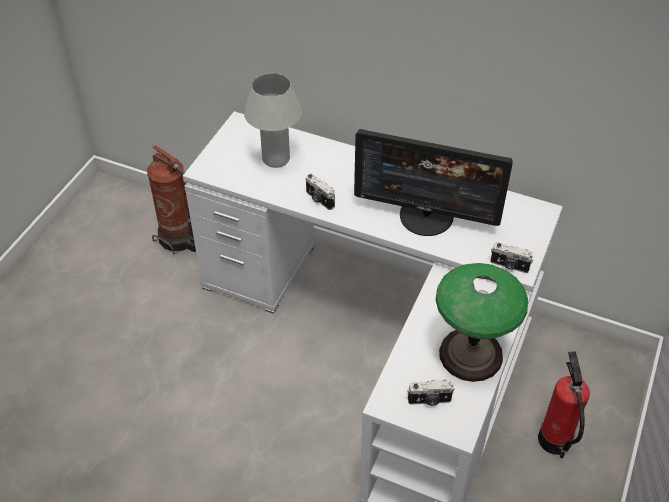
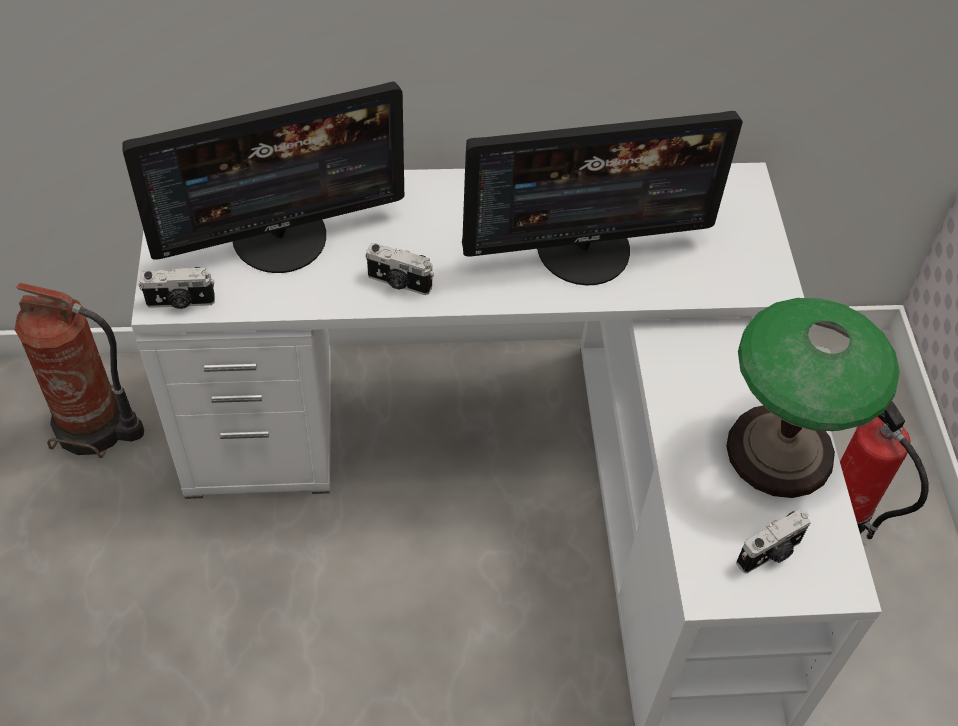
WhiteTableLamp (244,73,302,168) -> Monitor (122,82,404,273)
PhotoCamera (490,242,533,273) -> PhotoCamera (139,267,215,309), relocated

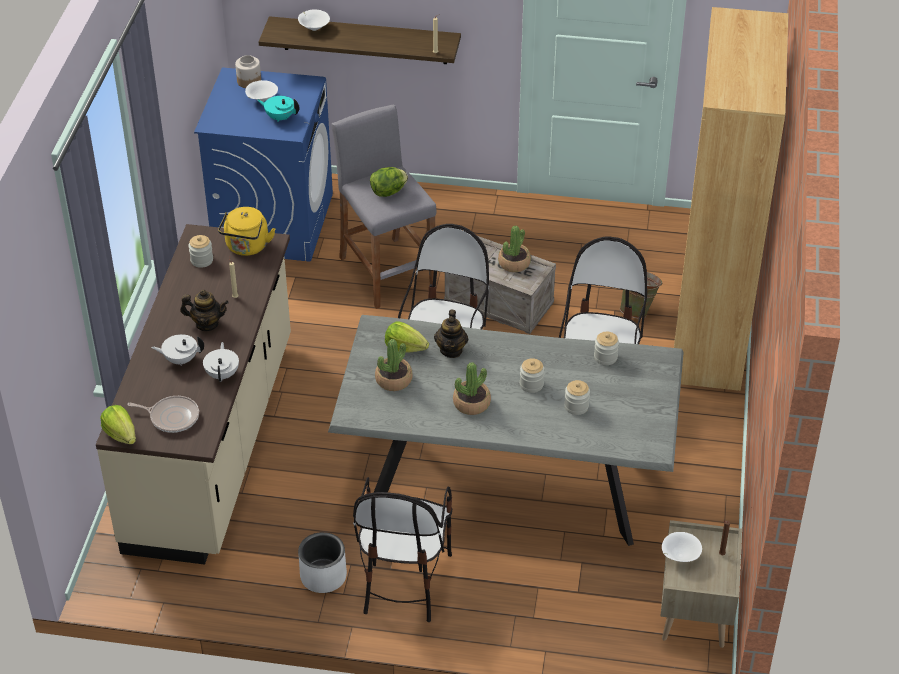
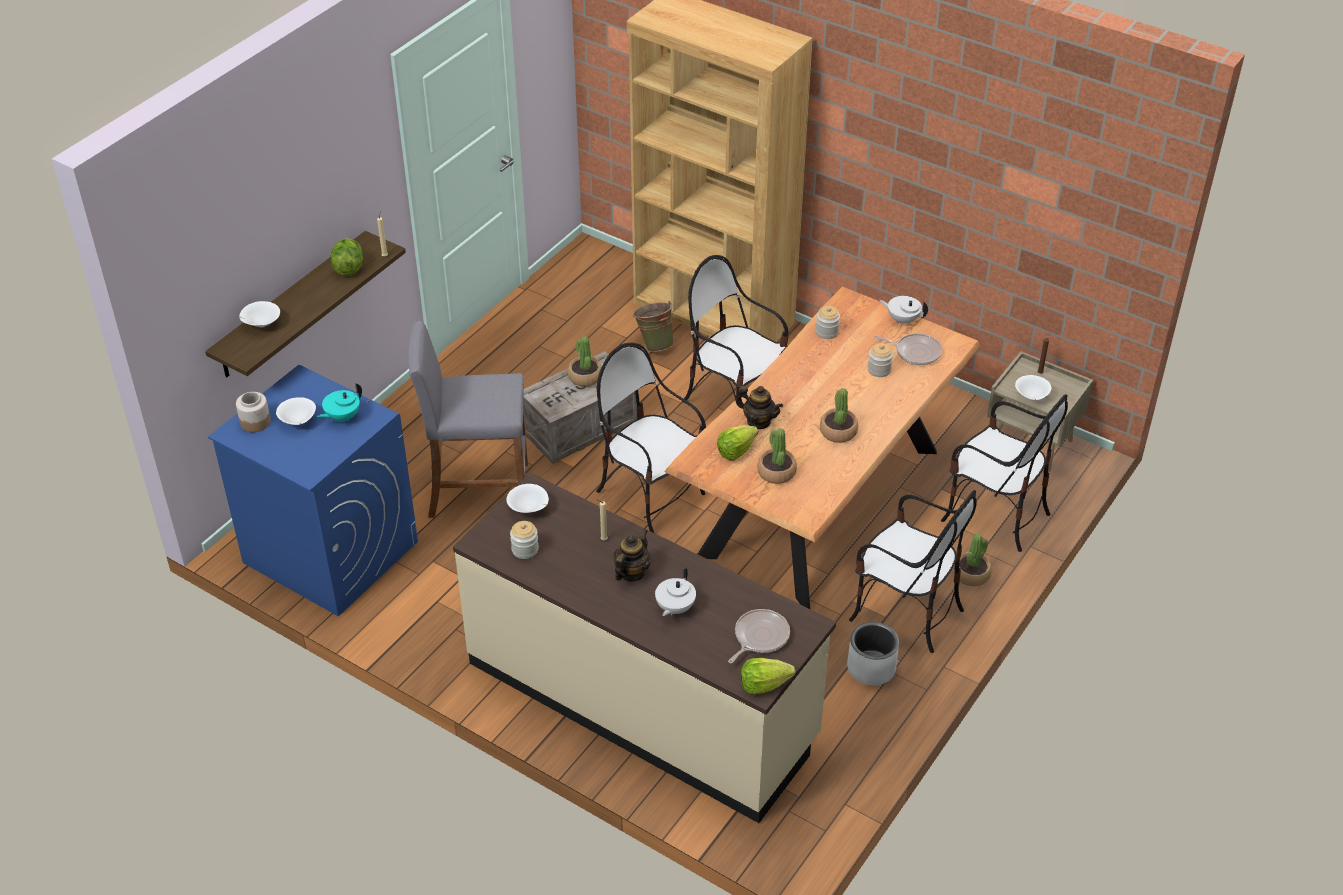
Lettuce (370,167,408,197) -> Lettuce (330,238,363,276), relocated
YellowKettle (218,207,275,256) -> WhiteBowl (506,484,549,513)
GreyDiningTable (328,315,684,546) -> BrownDiningTable (664,287,981,609)
none -> FryingPan (874,333,942,365)
WhiteTeapot (203,342,239,382) -> WhiteTeapot (880,296,928,325), relocated
none -> Chair (941,394,1068,552)
none -> PottedPlant (954,534,992,586)
Jar (520,358,545,393) -> none

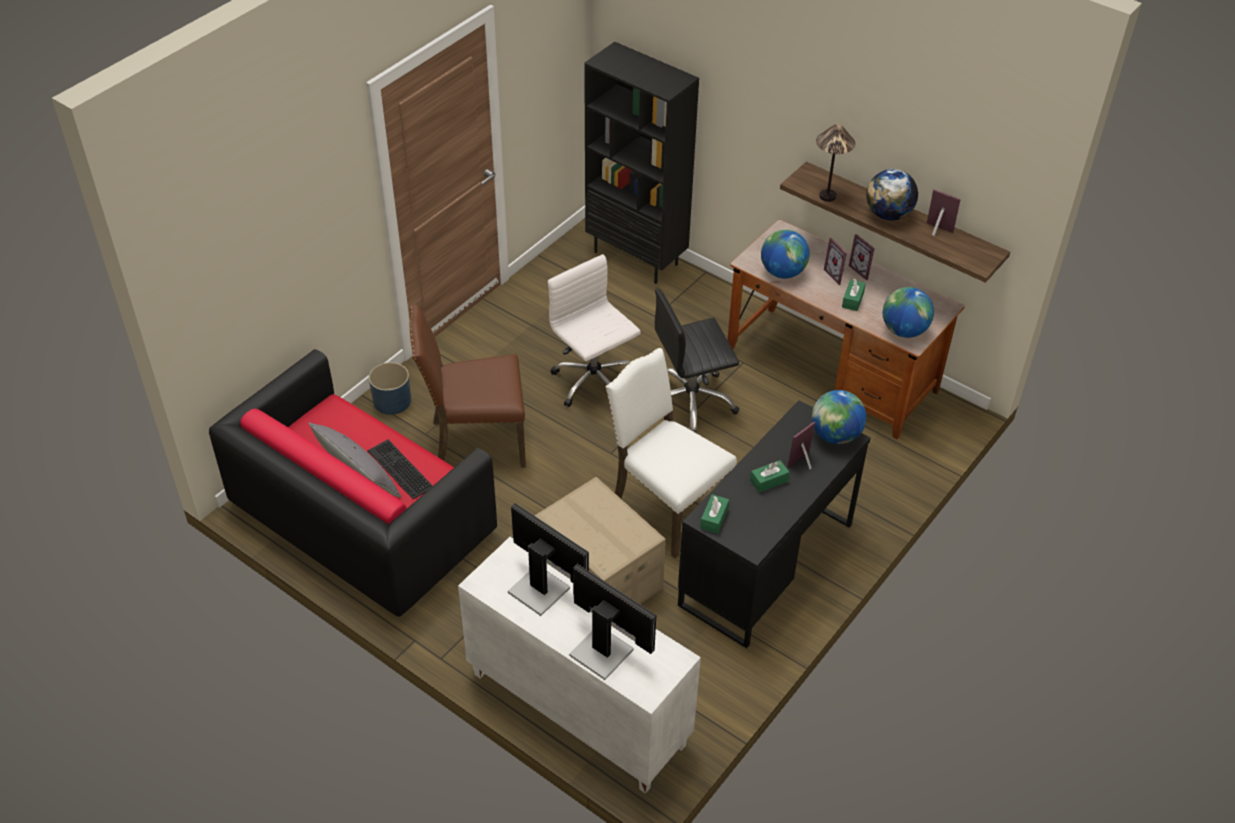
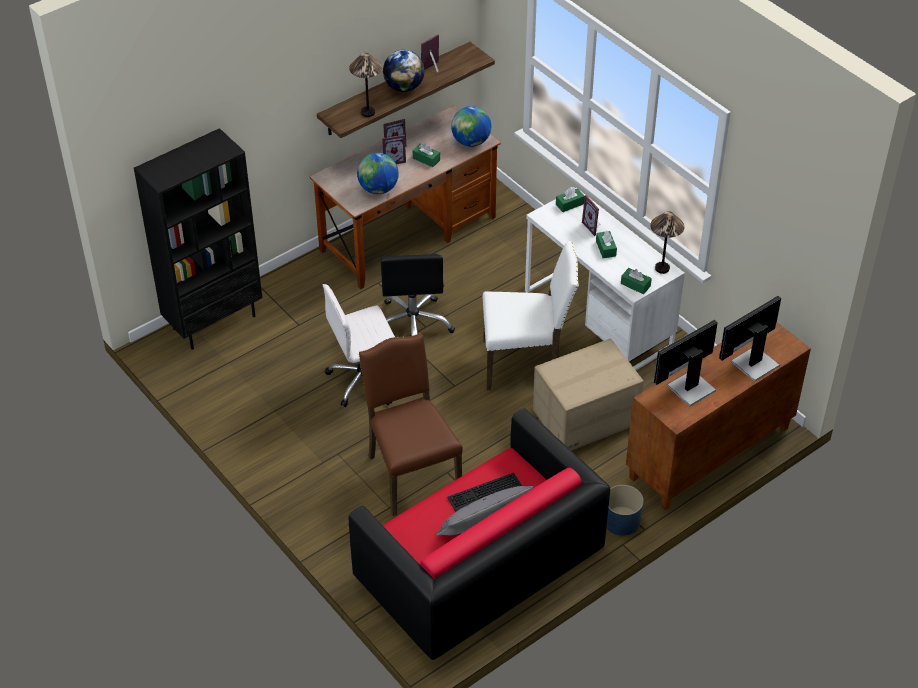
BrownChair (410,305,526,468) -> BrownChair (359,333,463,516), 150 degrees clockwise
WhiteChair (605,348,737,558) -> WhiteChair (483,241,579,390), 150 degrees counterclockwise
BlackDesk (678,400,871,648) -> WhiteDesk (525,188,685,370)
Globe (812,390,866,444) -> GreenTissueBox (556,187,585,212)
BluePlanter (369,362,411,415) -> BluePlanter (606,485,644,536), relocated
WhiteCabinet (458,537,701,794) -> BrownCabinet (626,322,811,510)
none -> TableLamp (650,211,685,274)

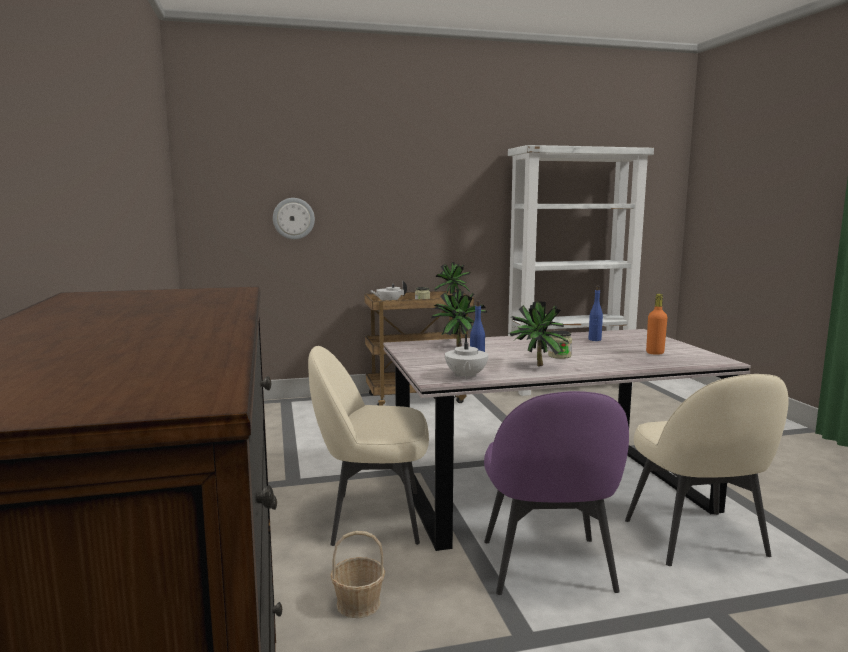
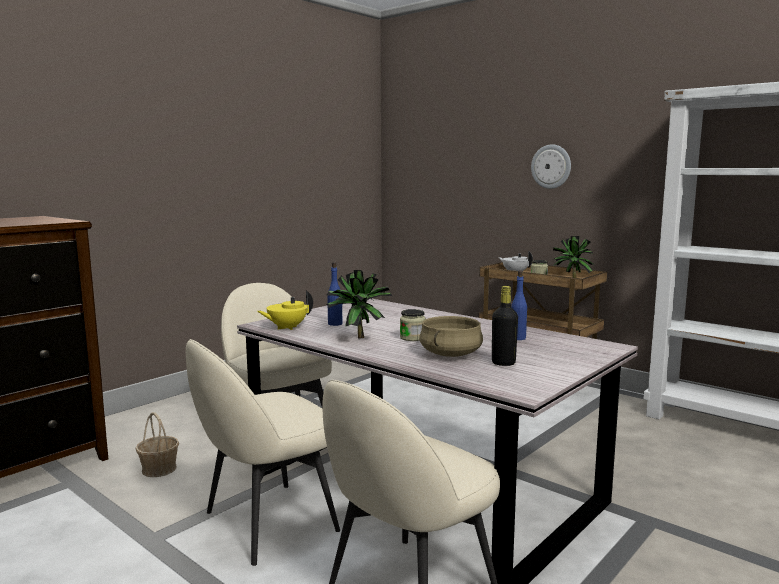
PurpleChair (484,391,629,595) -> BeigeChair (186,339,340,566)
WhiteTeapot (445,334,488,380) -> YellowTeapot (257,291,313,330)
none -> BeigeCookingPot (419,316,483,357)
OrangeBottle (646,294,667,355) -> BlackBottle (492,286,518,366)
WallClock (273,198,315,239) -> WallClock (531,144,571,189), relocated
PottedPlant (431,289,487,347) -> none

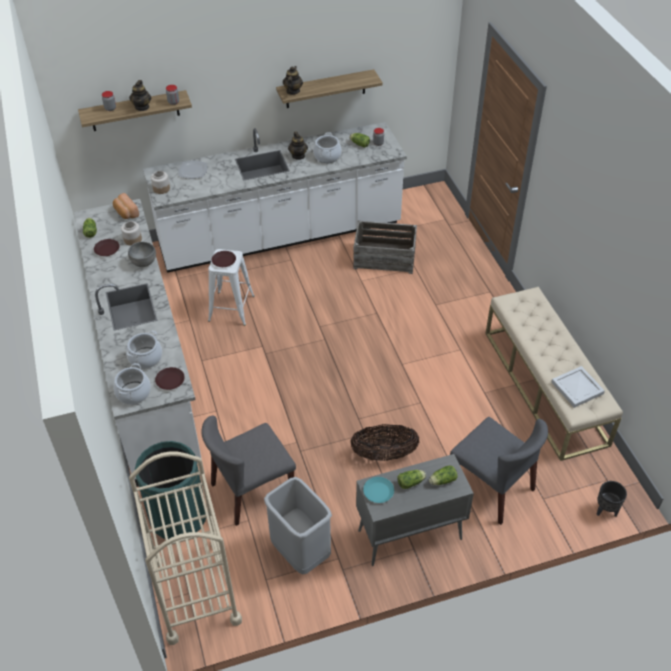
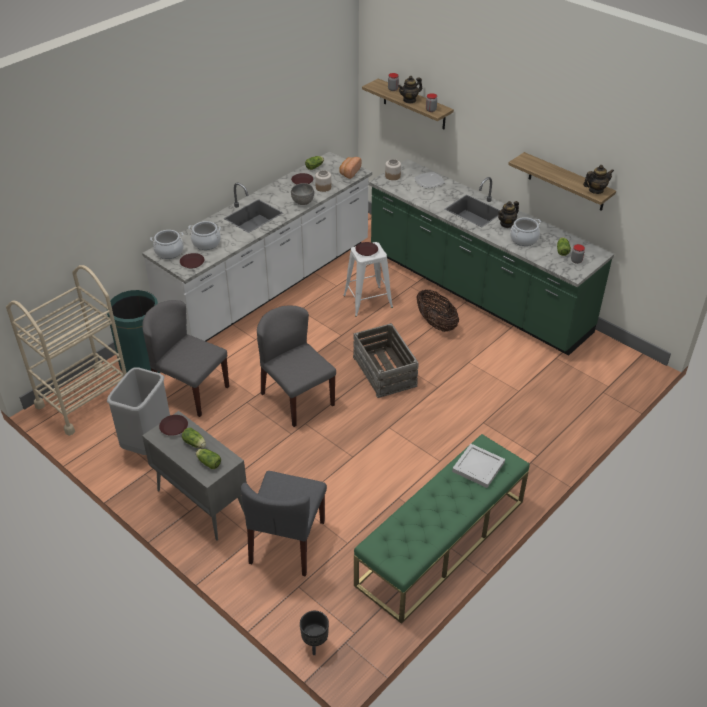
TurquoisePlate (363,477,394,503) -> BrownPlate (159,415,188,436)
none -> GreyChair (257,306,336,427)
Crate (353,221,417,274) -> Crate (353,323,419,398), relocated
BeigeBench (485,287,623,461) -> GreenBench (354,434,530,624)
WhiteCounter (143,122,407,273) -> GreenCounter (369,159,614,356)
Basket (350,424,420,461) -> Basket (417,290,459,332), relocated
WhiteTray (551,366,605,408) -> WhiteTray (452,444,505,488), relocated
Teapot (283,66,303,95) -> Teapot (583,165,614,194), relocated

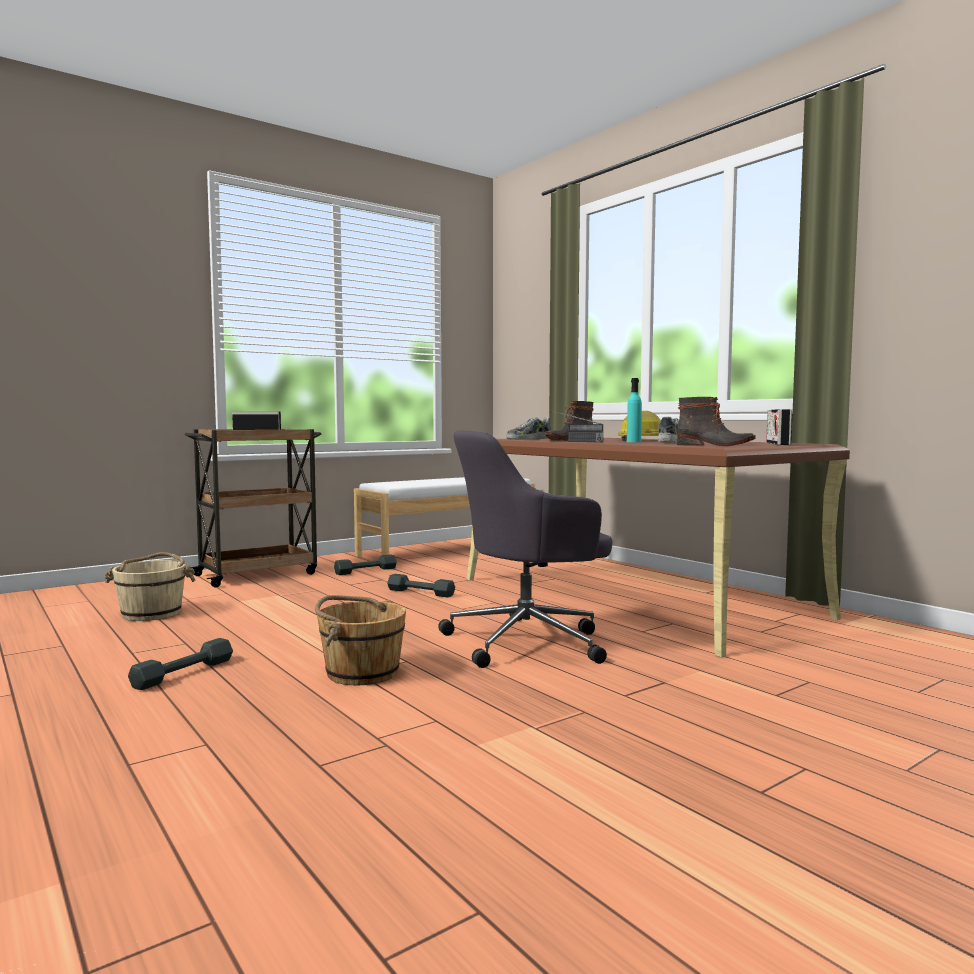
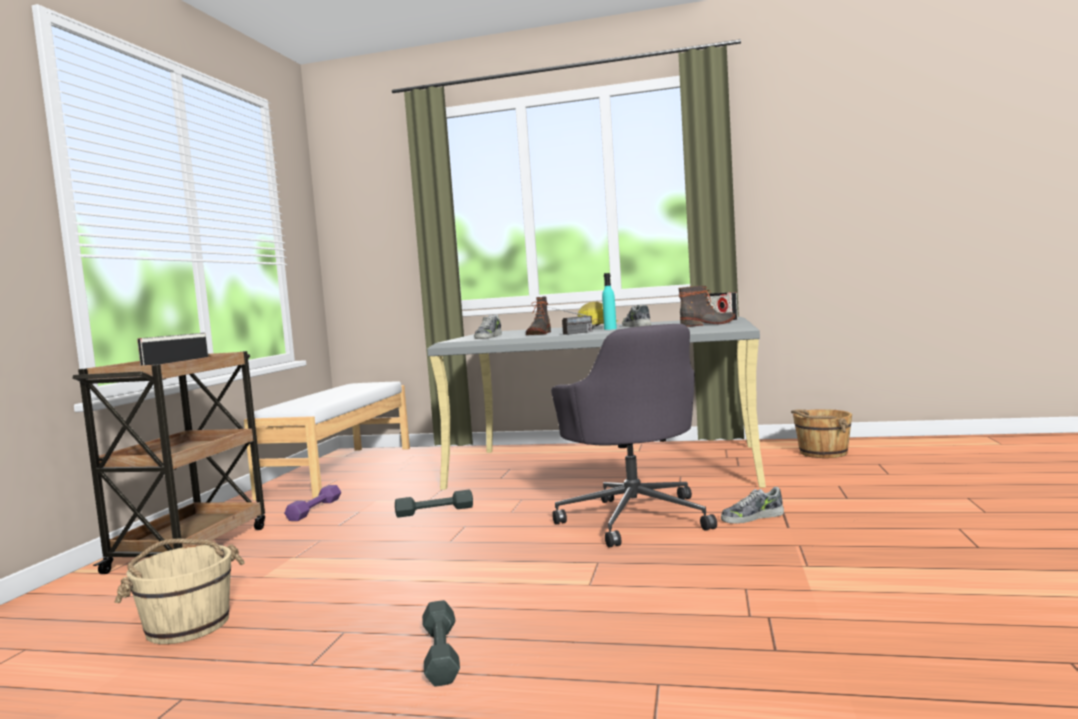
GreyDumbbell (334,555,397,575) -> PurpleDumbbell (284,485,341,521)
BrownDesk (466,438,850,658) -> GreyDesk (427,317,766,490)
GreyOfficeChair (438,430,612,668) -> GreyOfficeChair (551,324,717,548), 45 degrees counterclockwise
none -> Shoe (721,487,784,524)
BrownBucket (315,595,406,685) -> BrownBucket (791,409,852,458), relocated

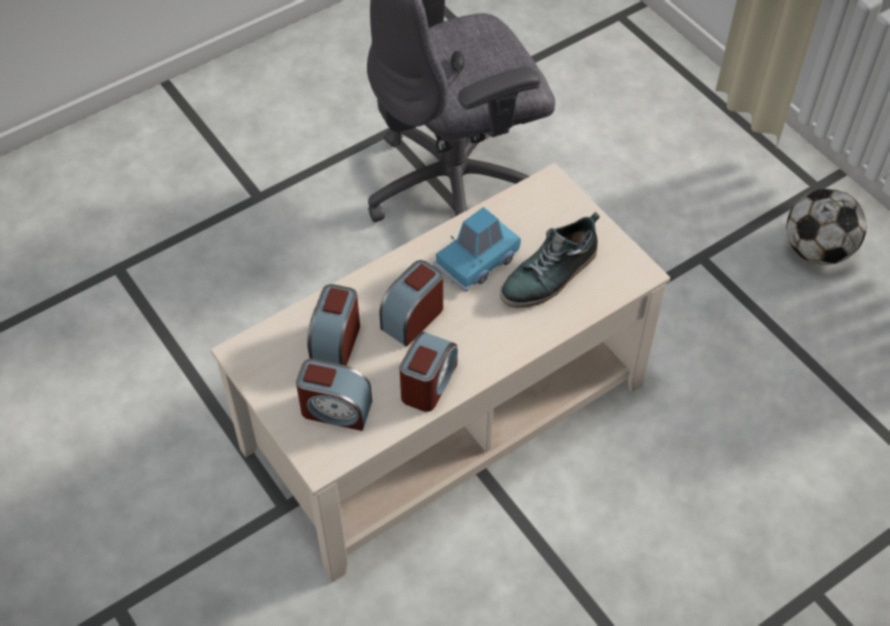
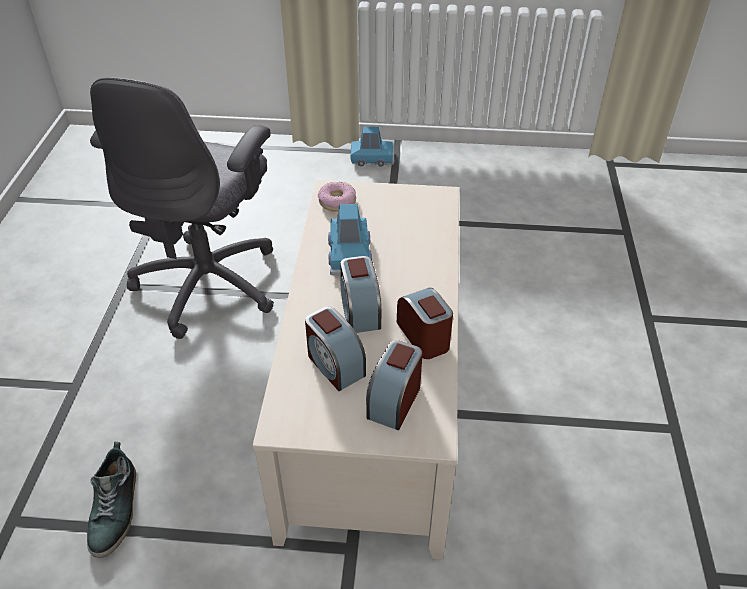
Shoe (500,212,600,308) -> Shoe (87,442,136,558), relocated
none -> Donut (318,182,356,212)
none -> BlueToyCar (350,127,394,167)
AlarmClock (296,358,372,431) -> AlarmClock (366,340,423,430), 150 degrees clockwise
Football (786,189,867,265) -> none

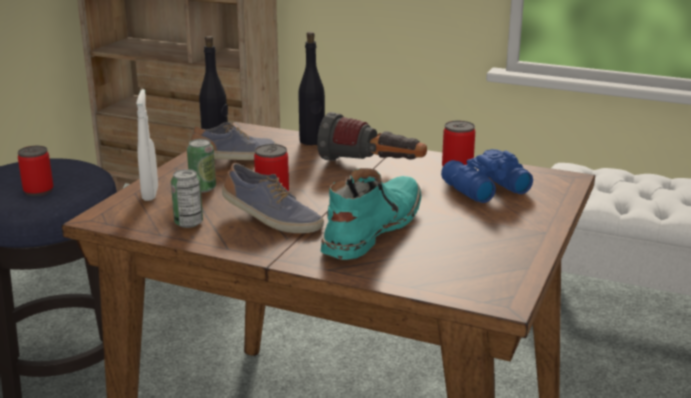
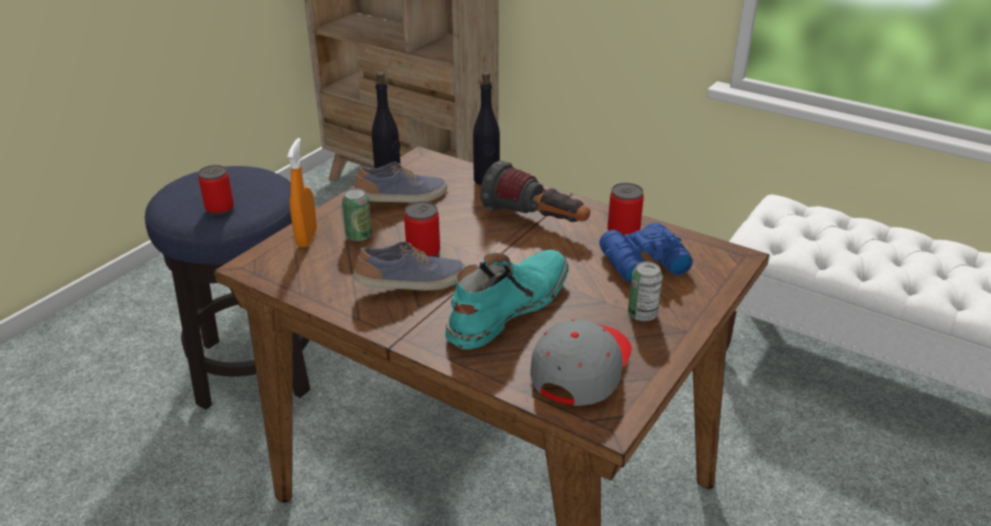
WhiteSprayBottle (136,89,158,201) -> OrangeSprayBottle (287,138,317,248)
Shoe (222,163,324,233) -> Shoe (353,242,465,291), 60 degrees counterclockwise
none -> GreyCap (530,320,632,406)
Can (171,169,203,228) -> Can (628,262,663,322), relocated

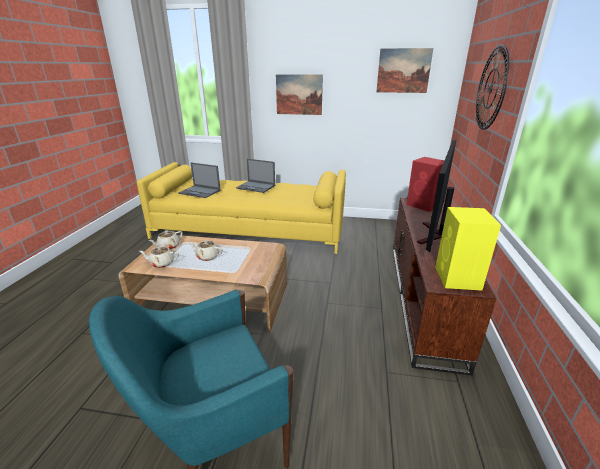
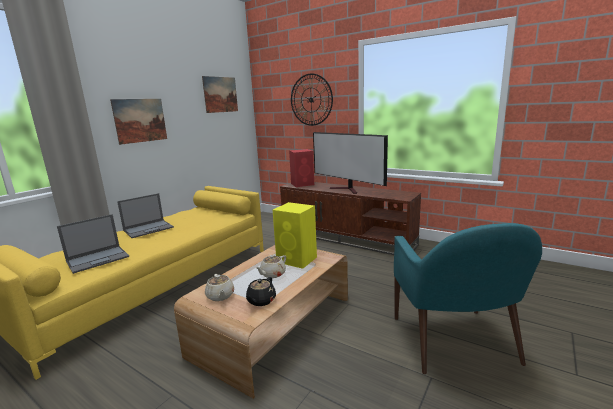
BeigeTeapot (139,247,179,268) -> BlackTeapot (246,277,276,306)
YellowSpeaker (435,207,501,291) -> YellowSpeaker (273,202,317,269), relocated

